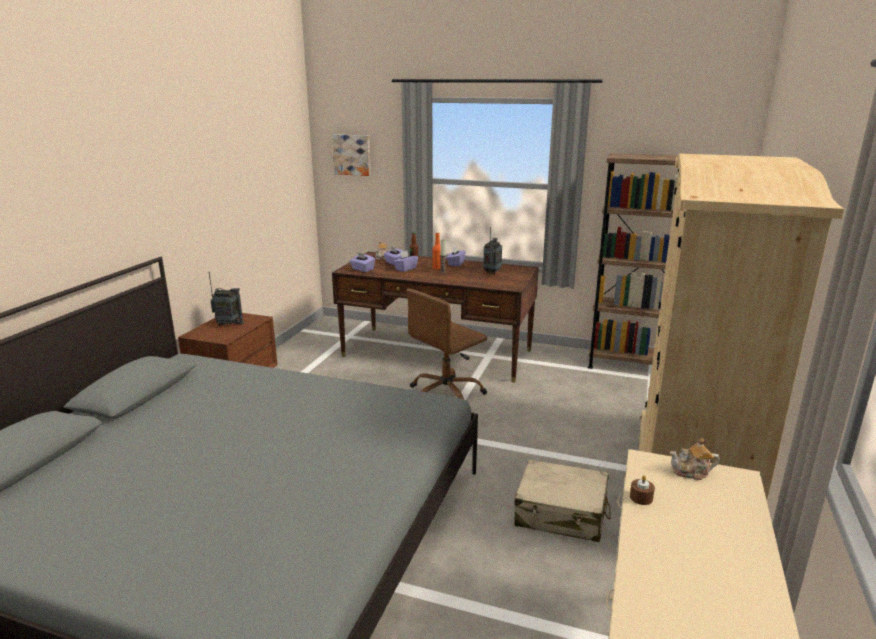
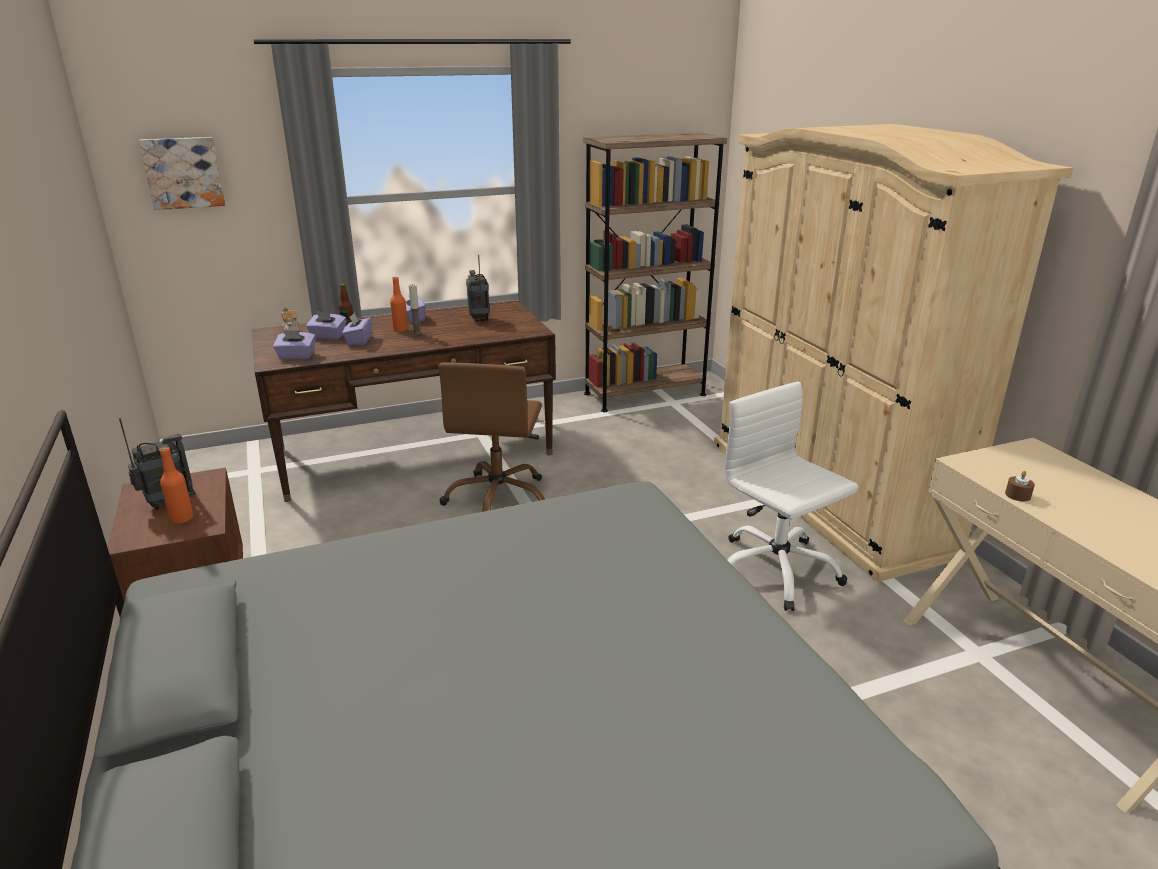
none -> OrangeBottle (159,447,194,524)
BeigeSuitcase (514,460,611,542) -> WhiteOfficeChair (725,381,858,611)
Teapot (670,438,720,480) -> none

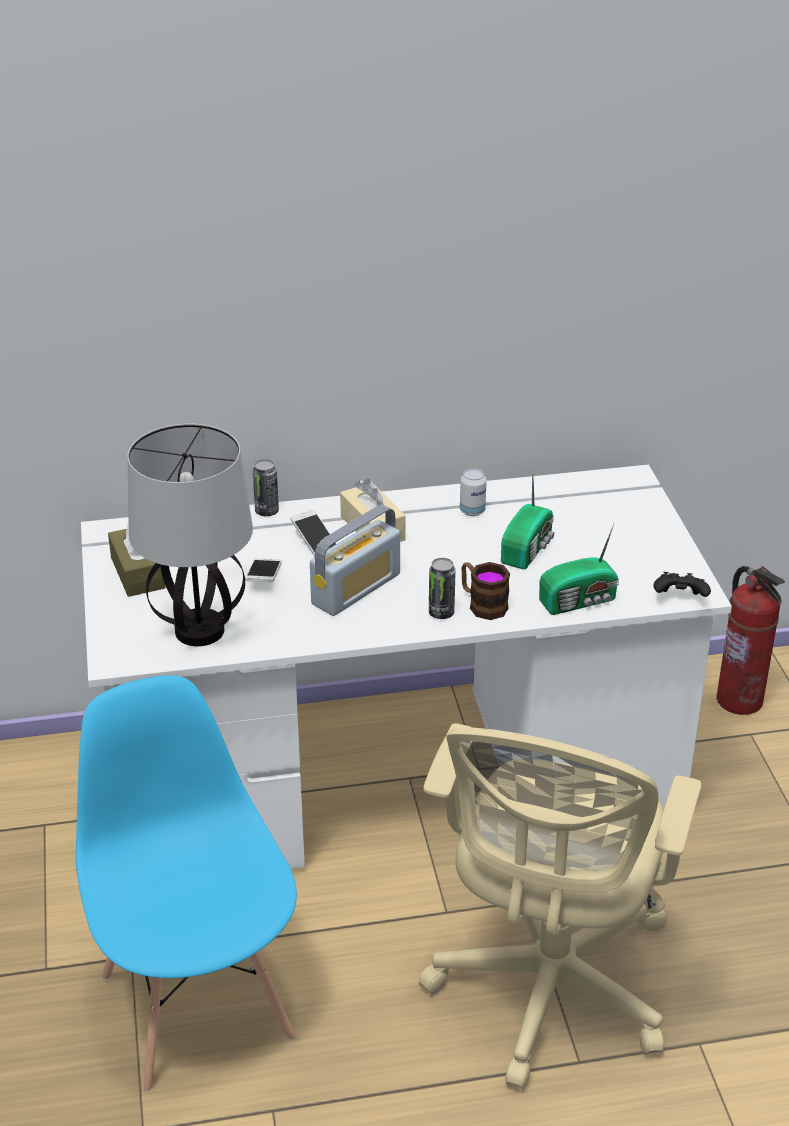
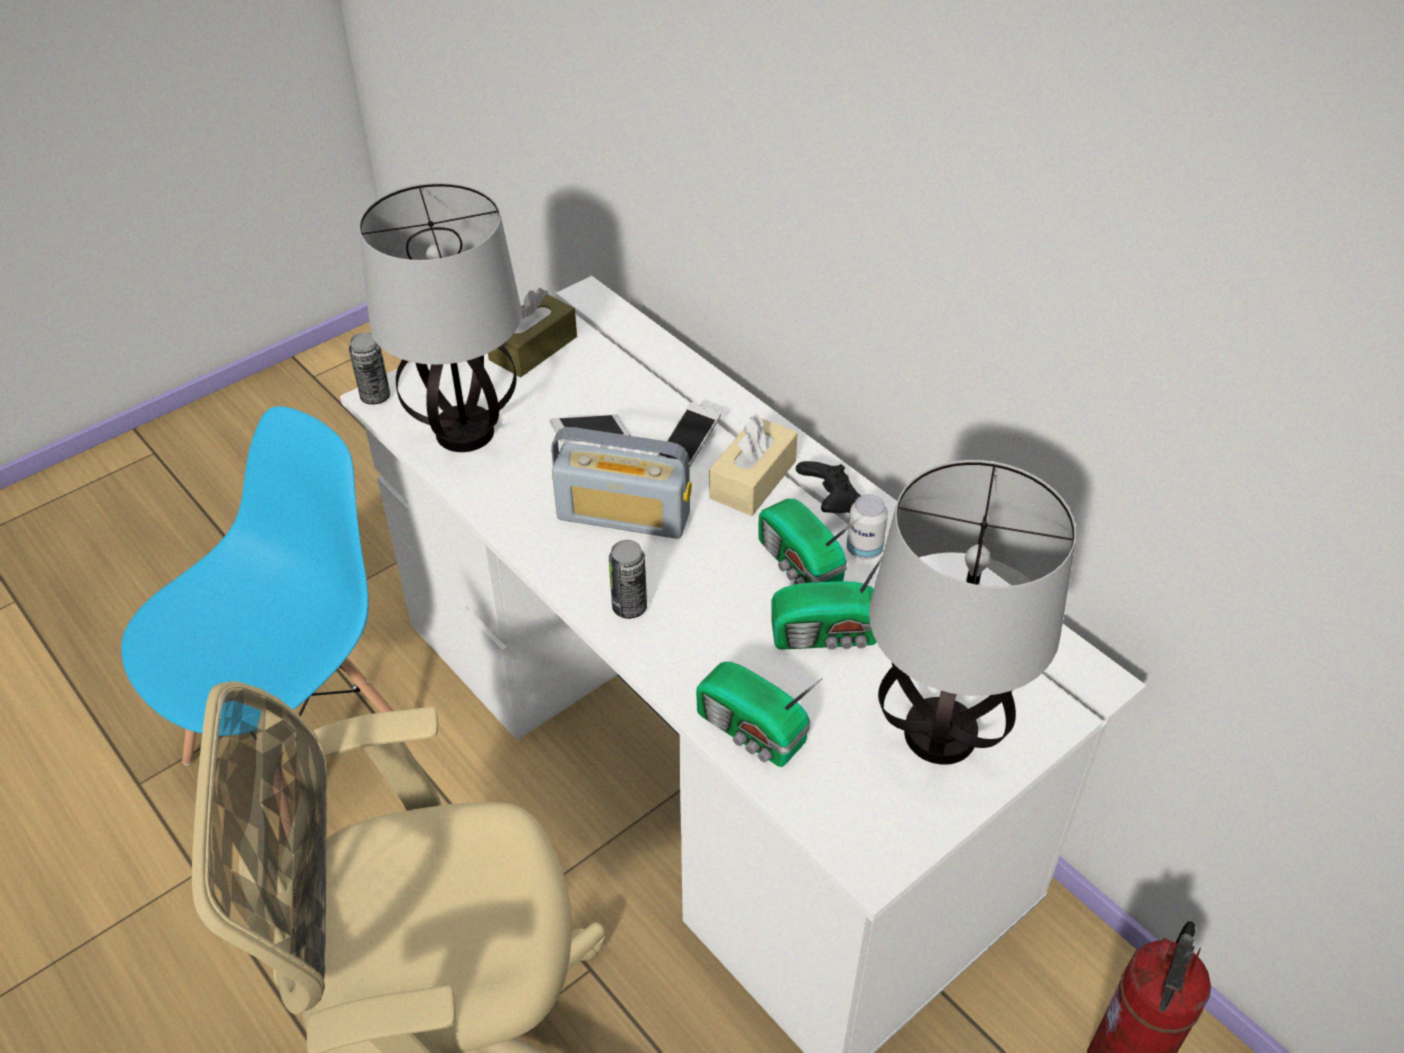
Can (253,459,279,516) -> Can (349,332,390,405), relocated
none -> Radio (758,499,858,584)
BlackGameController (653,572,711,597) -> BlackGameController (796,461,861,513), relocated
none -> TableLamp (869,460,1076,765)
Mug (461,562,510,620) -> none

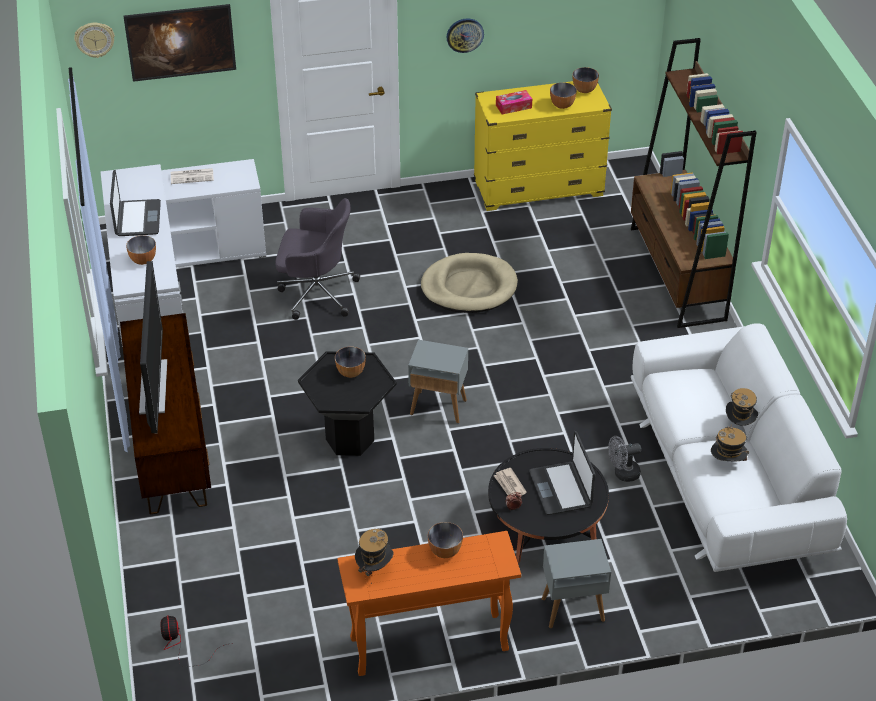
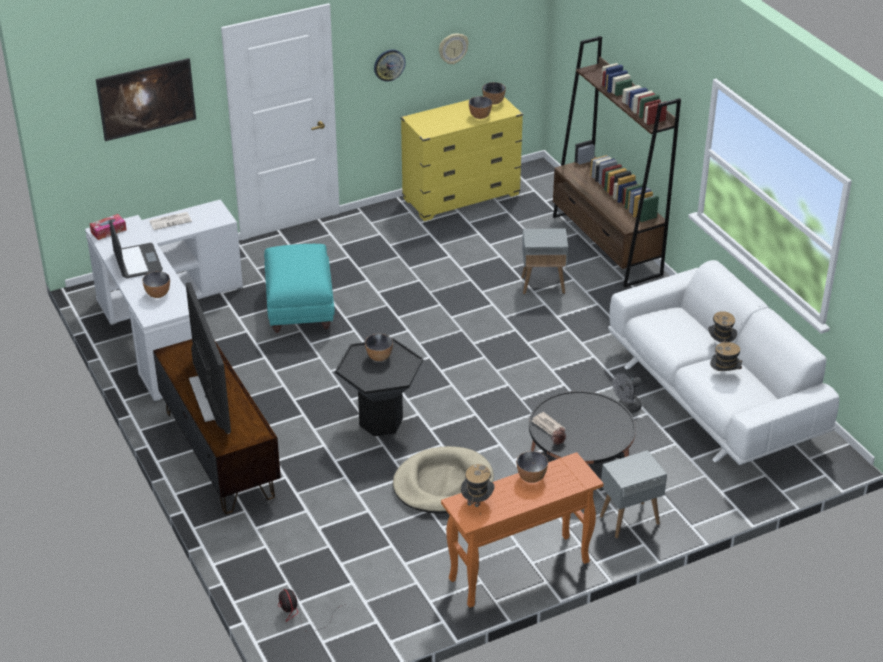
TissueBox (496,90,532,115) -> TissueBox (90,214,127,240), relocated
GreyOfficeChair (275,198,360,320) -> TurquoiseOttoman (264,244,335,333)
BeigeDogBed (421,253,518,313) -> BeigeDogBed (393,446,494,514), relocated
WallClock (74,23,115,58) -> WallClock (439,33,469,64), relocated
GreySideTable (408,340,468,423) -> GreySideTable (521,228,568,294), relocated
Laptop (529,431,596,515) -> none

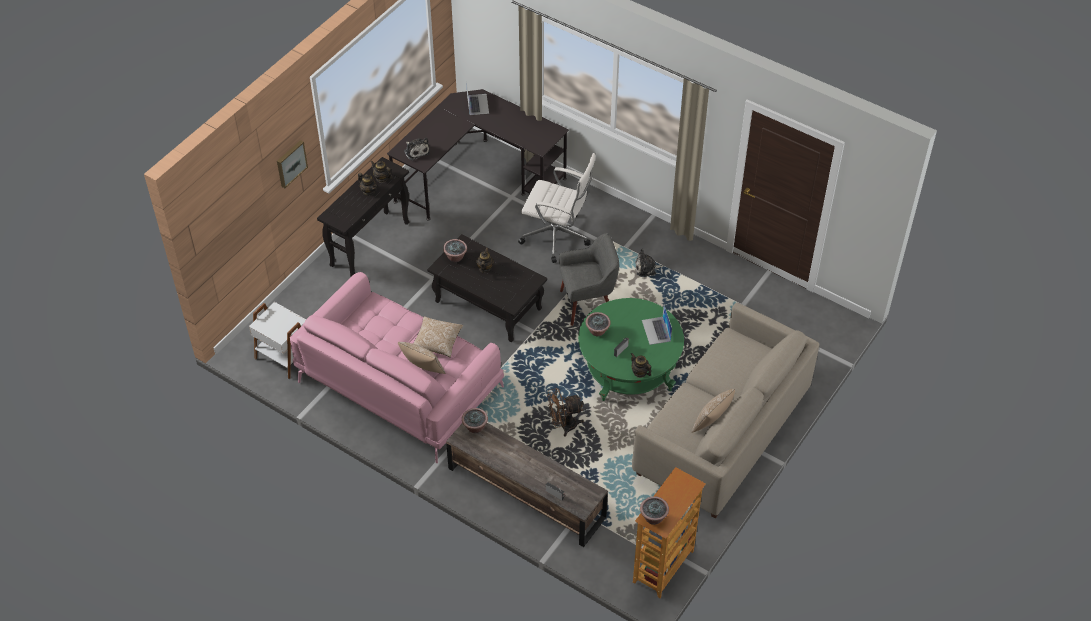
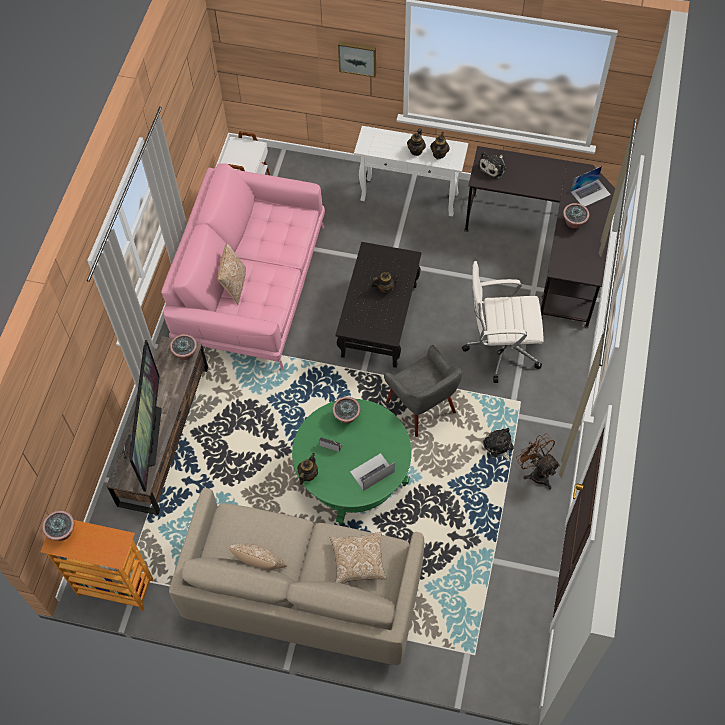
none -> Television (129,340,162,492)
Pillow (413,316,463,357) -> Pillow (330,532,386,584), relocated
BlackConsoleTable (317,157,409,277) -> WhiteConsoleTable (354,126,468,217)
WhiteOfficeChair (518,153,596,263) -> WhiteOfficeChair (462,261,544,383), 90 degrees clockwise
BrownFan (547,388,584,436) -> BrownFan (516,434,560,489), relocated
PottedPlant (443,239,467,262) -> PottedPlant (563,203,589,229), relocated

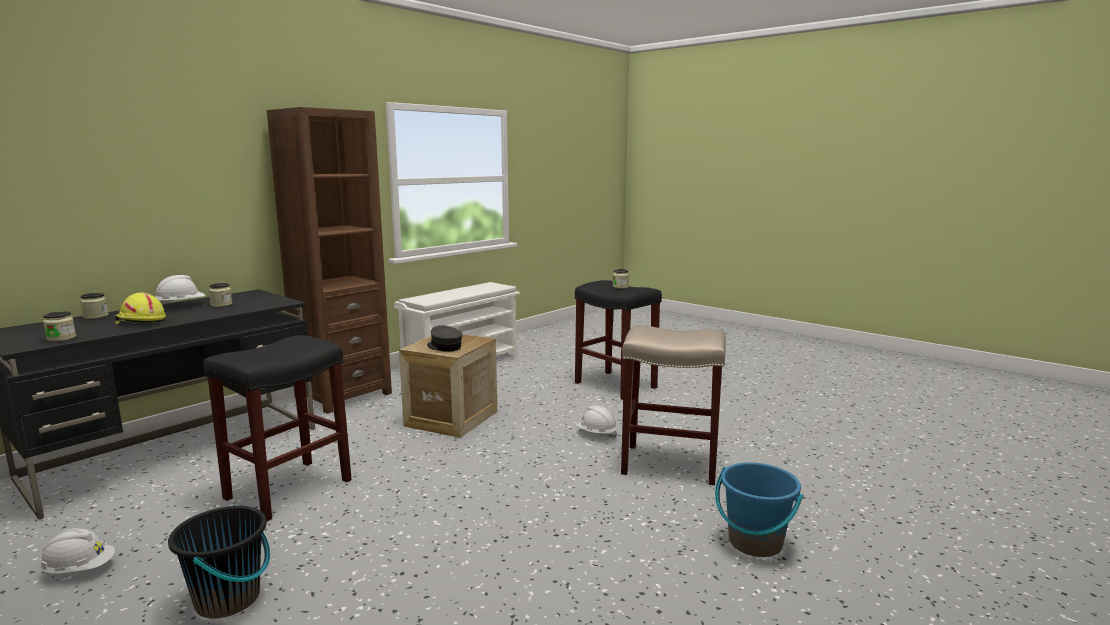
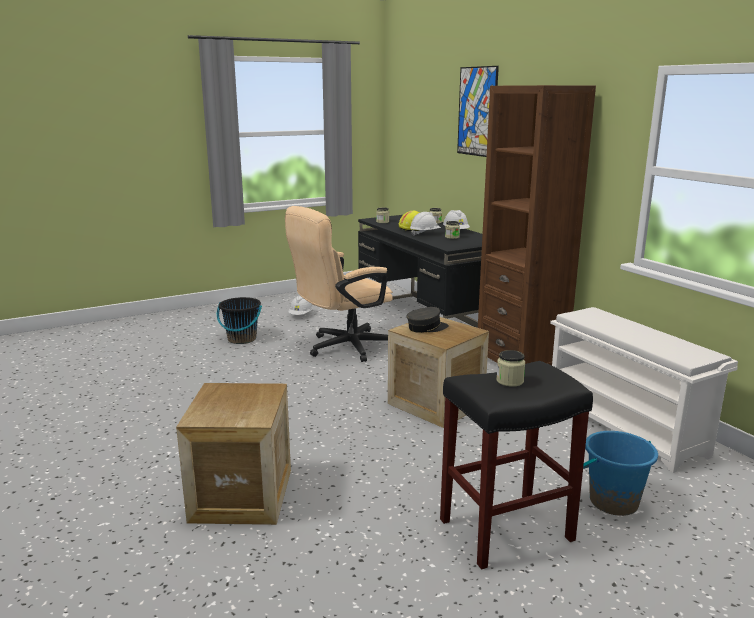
BeigeStool (621,325,726,485) -> Crate (176,383,291,525)
BlackStool (204,335,352,521) -> BeigeOfficeChair (285,206,393,362)
WhiteHardHat (576,406,618,439) -> WhiteHardHat (410,212,441,236), relocated
none -> Picture (457,66,499,157)
BlueBucket (715,462,803,557) -> BlueBucket (583,431,658,516), relocated

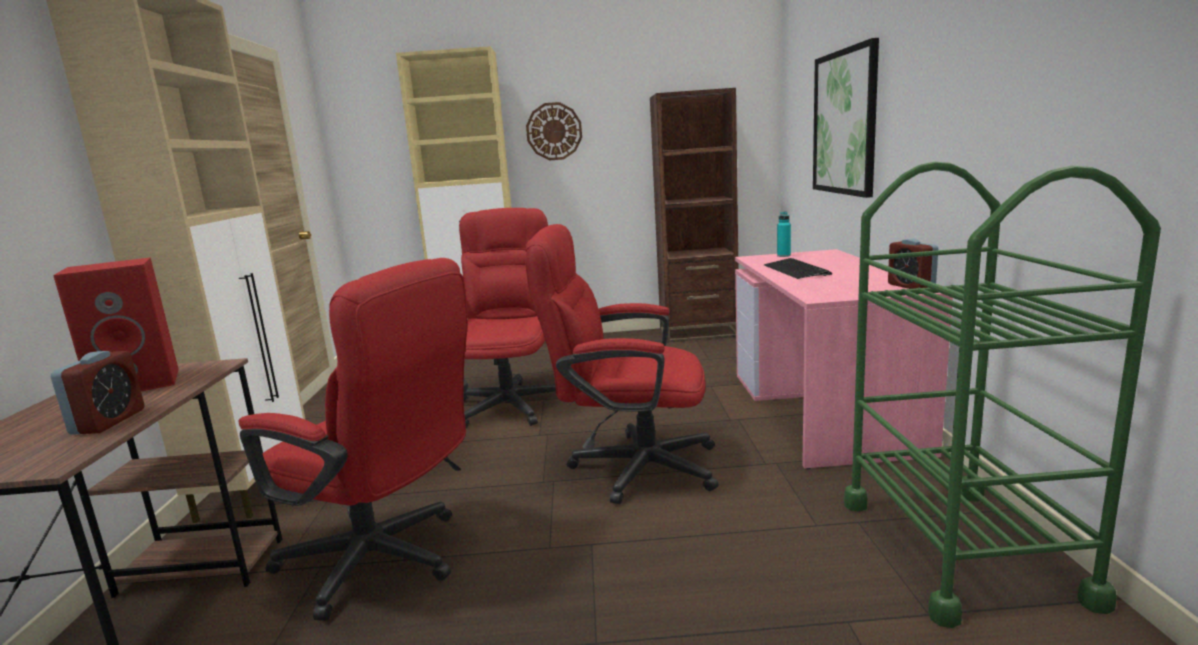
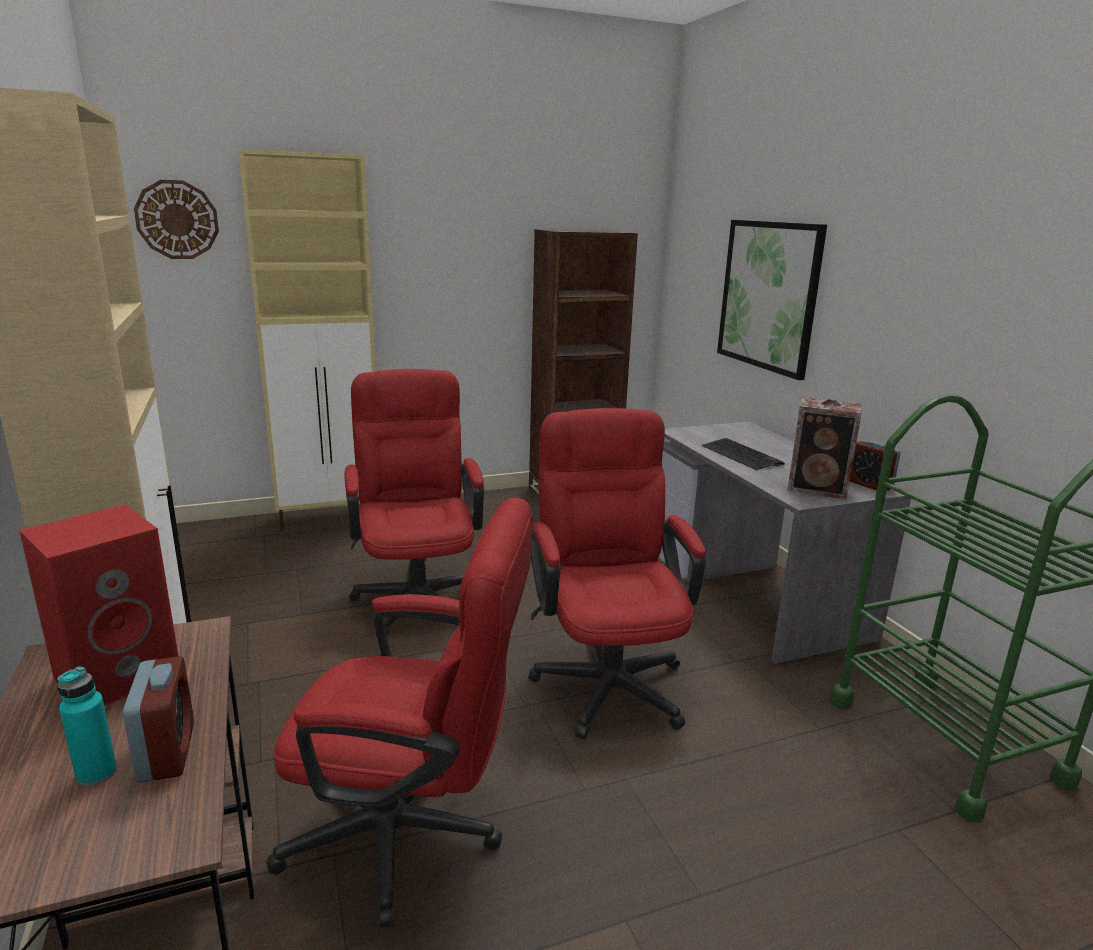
TurquoiseBottle (777,212,791,257) -> TurquoiseBottle (58,666,117,787), relocated
WallClock (526,102,582,160) -> WallClock (134,180,219,259), relocated
RedOfficeChair (525,224,718,504) -> RedOfficeChair (529,408,706,740), 90 degrees clockwise
PinkDesk (735,249,953,469) -> GreyDesk (658,422,911,664)
none -> Speaker (787,397,862,499)

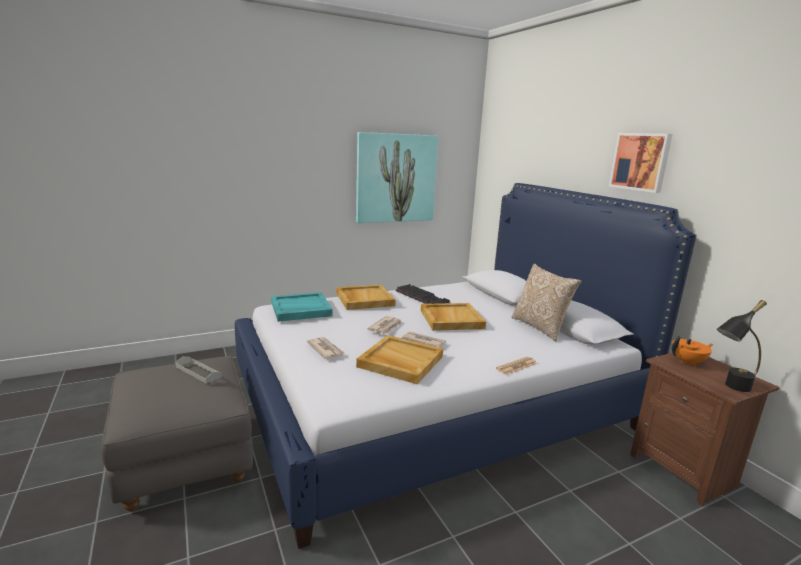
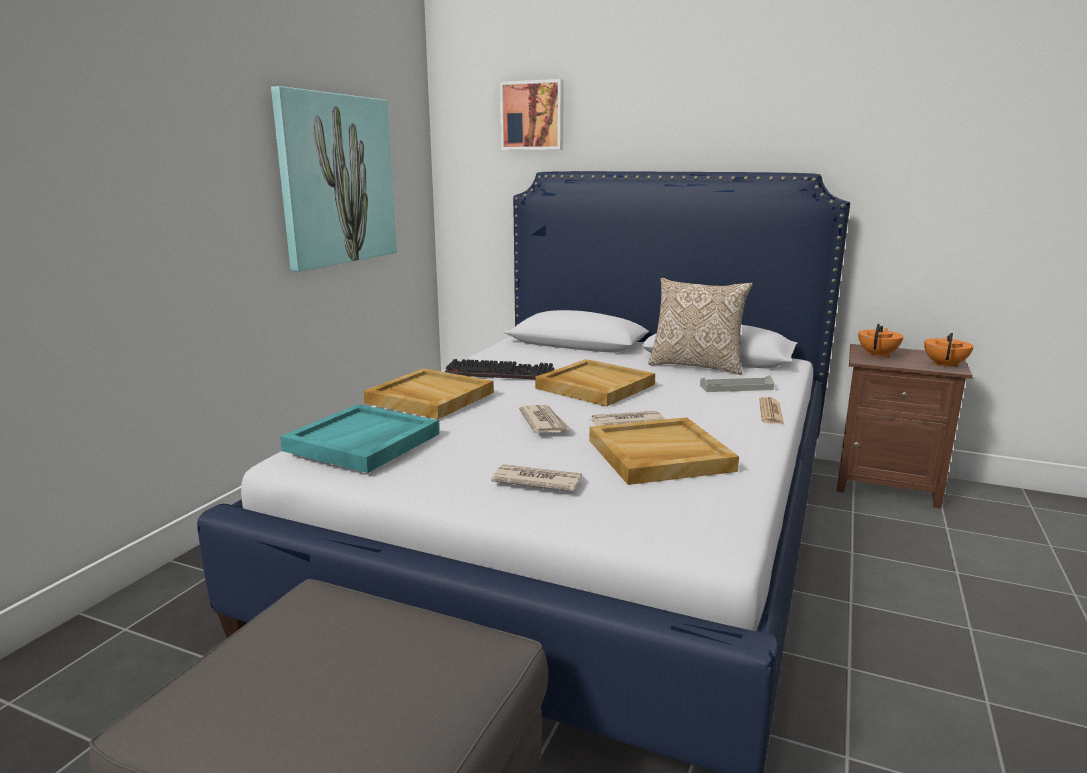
Picture (609,133,673,193) -> Picture (500,79,564,150), relocated
GreyTray (176,356,221,384) -> GreyTray (700,375,774,392), relocated
BlackTableLamp (717,300,767,392) -> OrangeTeapot (924,333,974,368)

